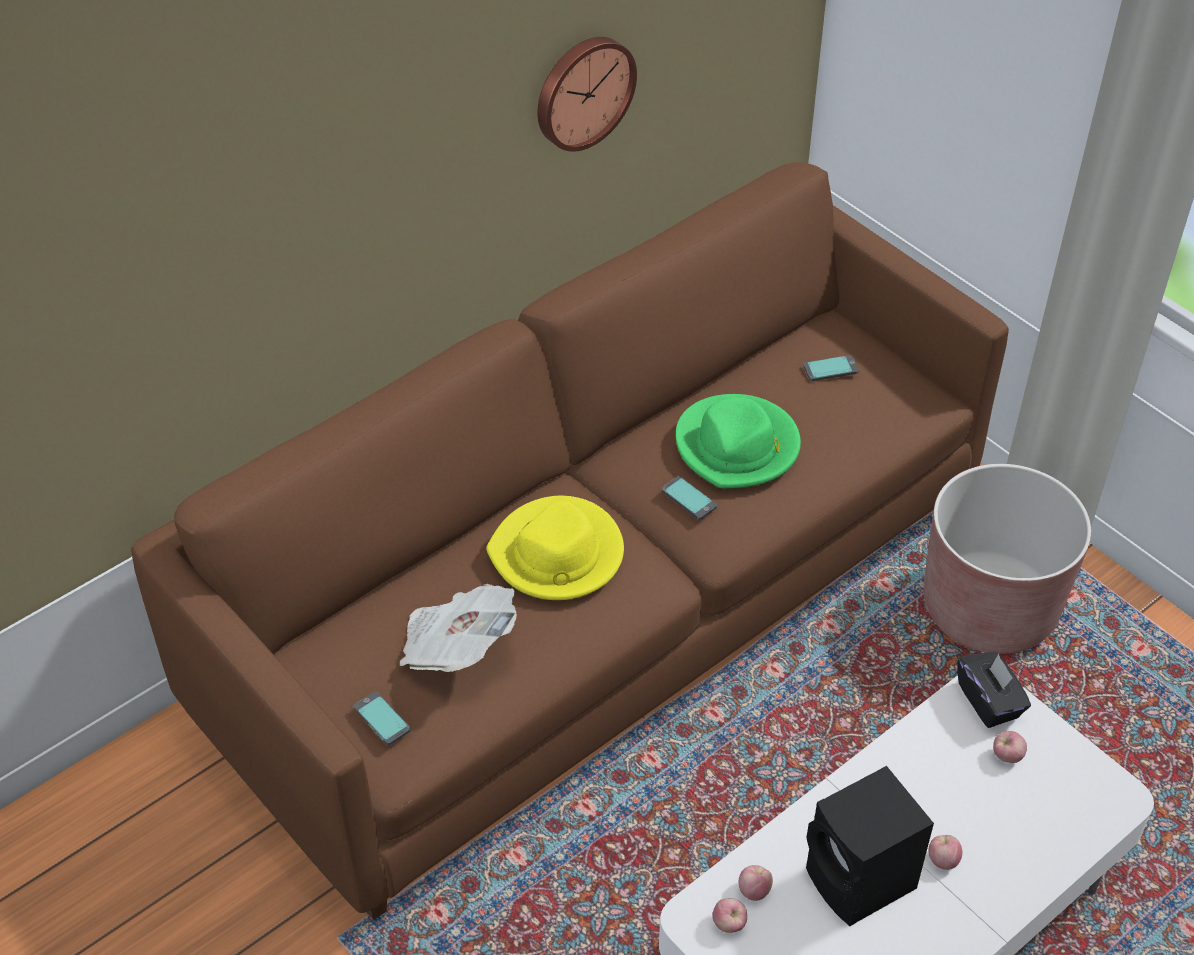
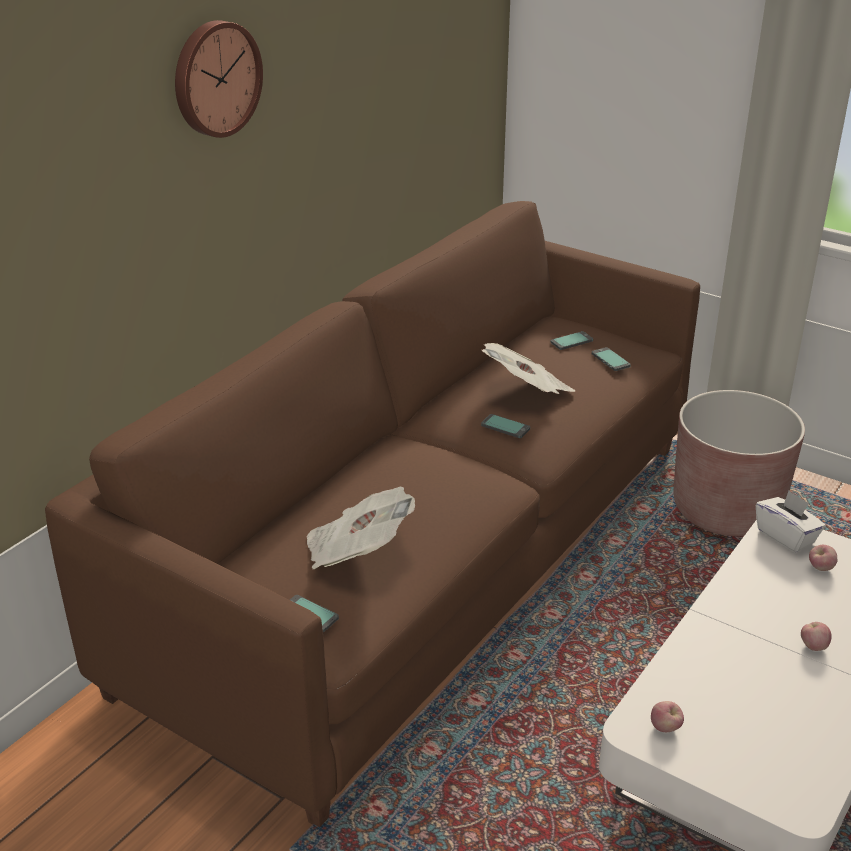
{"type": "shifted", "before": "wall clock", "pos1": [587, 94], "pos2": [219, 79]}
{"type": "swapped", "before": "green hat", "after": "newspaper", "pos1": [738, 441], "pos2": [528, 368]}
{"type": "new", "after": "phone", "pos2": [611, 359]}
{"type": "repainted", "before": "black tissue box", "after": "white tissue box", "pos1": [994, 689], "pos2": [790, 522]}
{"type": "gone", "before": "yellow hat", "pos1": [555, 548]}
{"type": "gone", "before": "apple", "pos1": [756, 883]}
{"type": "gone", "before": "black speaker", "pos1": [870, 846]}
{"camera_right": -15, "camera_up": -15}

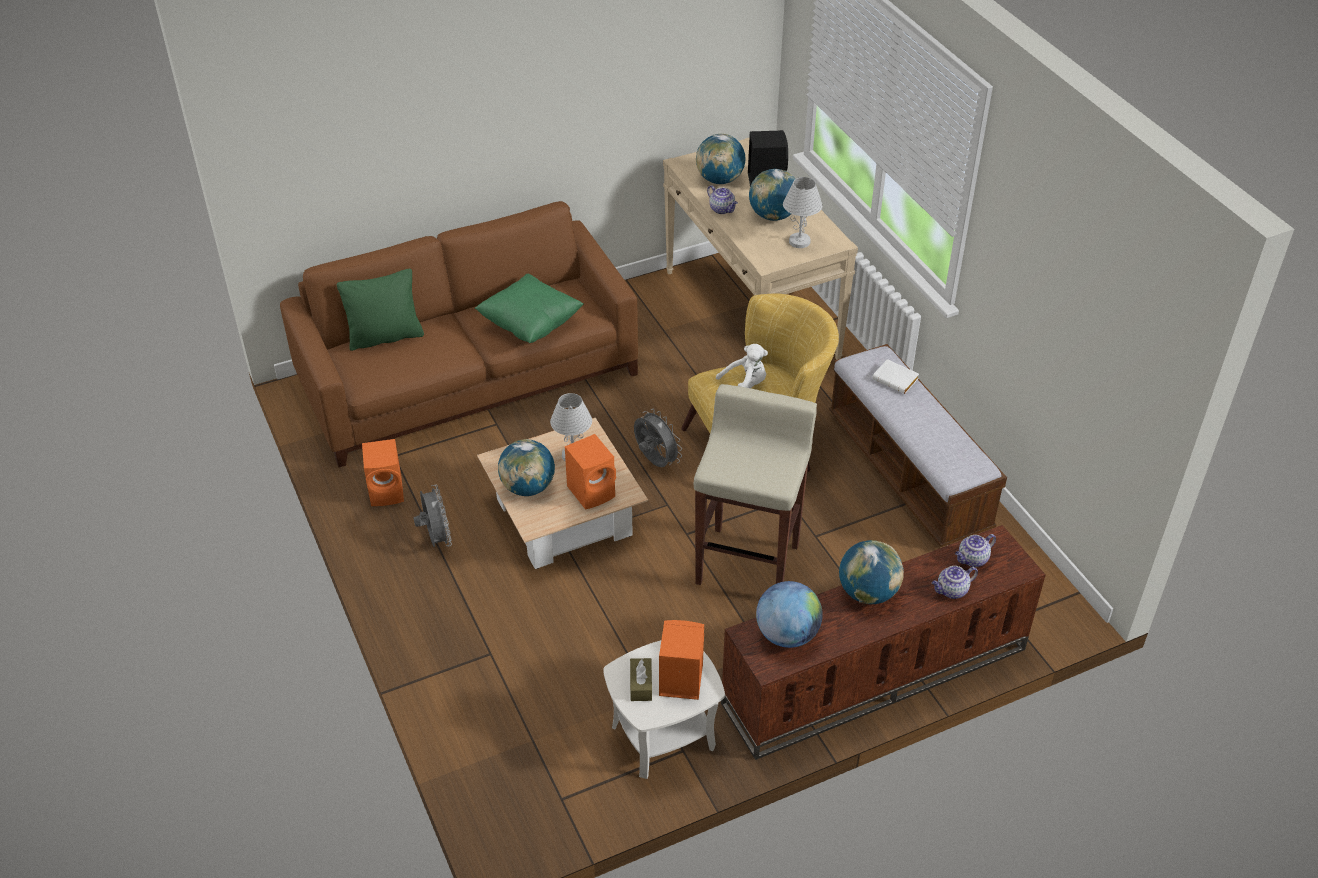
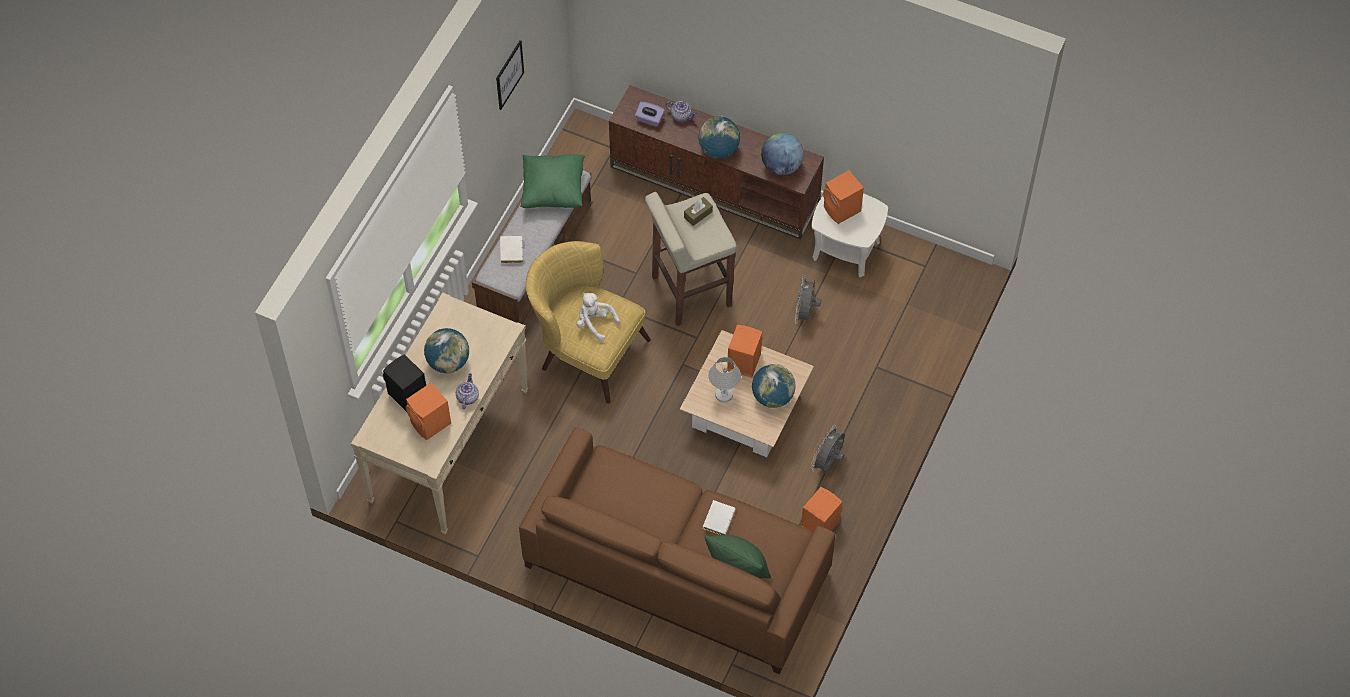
{"type": "swapped", "before": "globe", "after": "orange speaker", "pos1": [721, 159], "pos2": [428, 411]}
{"type": "new", "after": "picture", "pos2": [510, 75]}
{"type": "shifted", "before": "green pillow", "pos1": [529, 308], "pos2": [552, 181]}
{"type": "swapped", "before": "teapot", "after": "purple tissue box", "pos1": [975, 550], "pos2": [650, 114]}
{"type": "shifted", "before": "brown tissue box", "pos1": [641, 679], "pos2": [698, 211]}
{"type": "new", "after": "white book", "pos2": [719, 517]}
{"type": "shifted", "before": "grey fan", "pos1": [658, 438], "pos2": [808, 299]}
{"type": "gone", "before": "white table lamp", "pos1": [802, 212]}
{"camera_right": -130, "camera_up": 15}

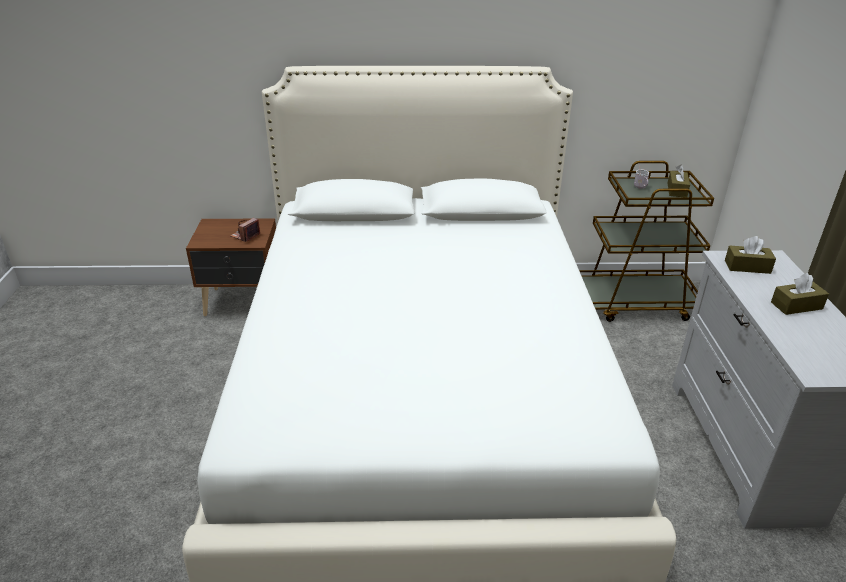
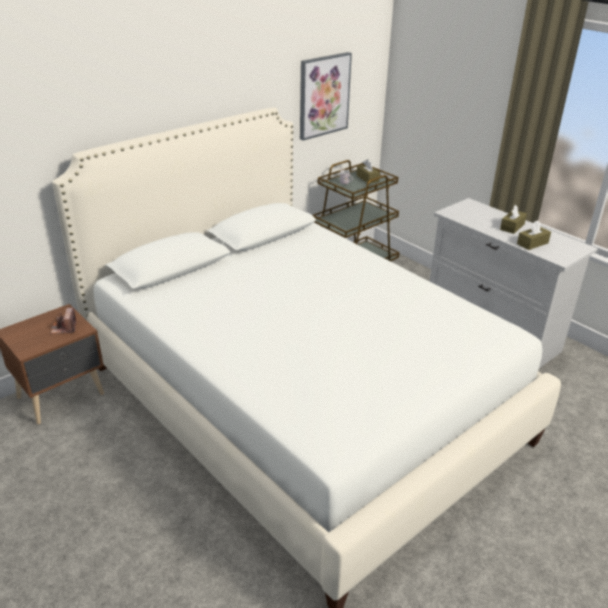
{"type": "new", "after": "picture", "pos2": [326, 96]}
{"type": "shifted", "before": "brown tissue box", "pos1": [750, 255], "pos2": [534, 235]}
{"camera_right": -40, "camera_up": 0}

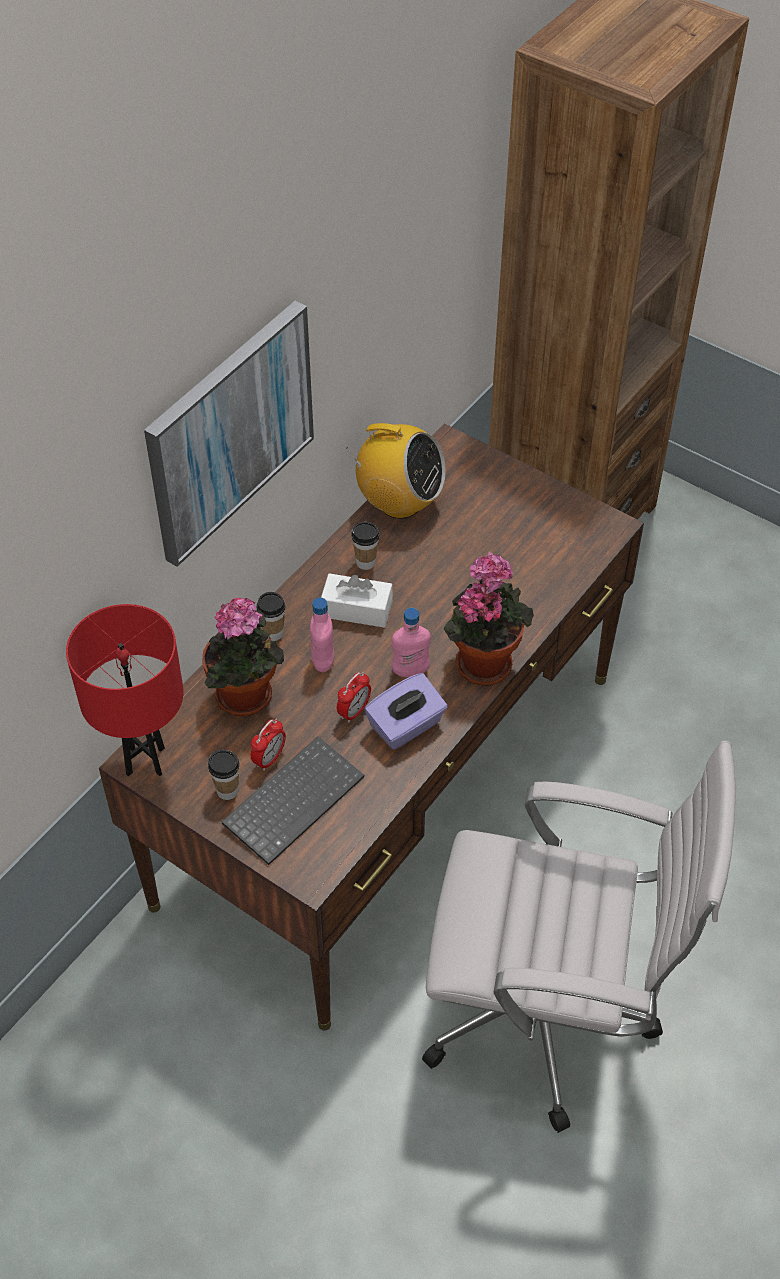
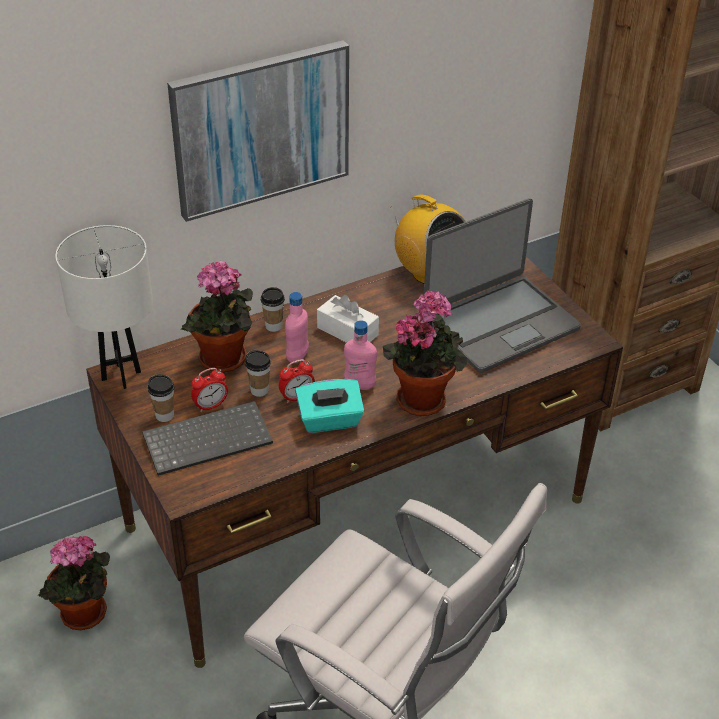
{"type": "new", "after": "potted plant", "pos2": [74, 583]}
{"type": "repainted", "before": "red table lamp", "after": "white table lamp", "pos1": [125, 690], "pos2": [104, 307]}
{"type": "shifted", "before": "cup", "pos1": [365, 546], "pos2": [258, 373]}
{"type": "repainted", "before": "purple tissue box", "after": "turquoise tissue box", "pos1": [406, 711], "pos2": [329, 406]}
{"type": "new", "after": "laptop", "pos2": [502, 285]}
{"camera_right": 25, "camera_up": -10}

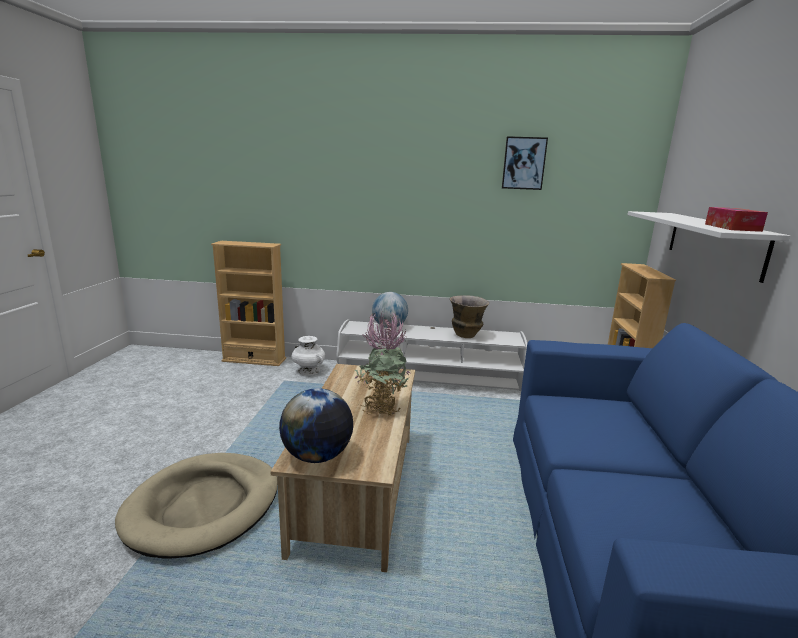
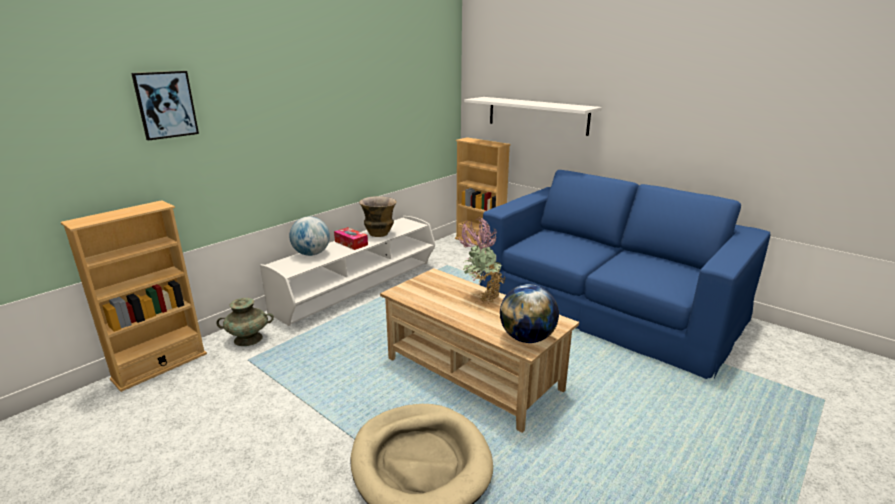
{"type": "shifted", "before": "picture", "pos1": [525, 163], "pos2": [165, 106]}
{"type": "repainted", "before": "white vase", "after": "turquoise vase", "pos1": [308, 355], "pos2": [245, 322]}
{"type": "shifted", "before": "tissue box", "pos1": [736, 219], "pos2": [351, 238]}
{"camera_right": -55, "camera_up": 5}

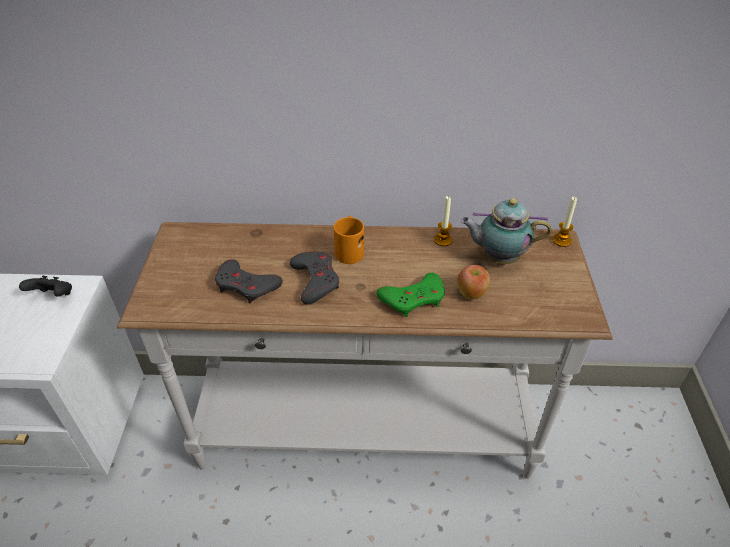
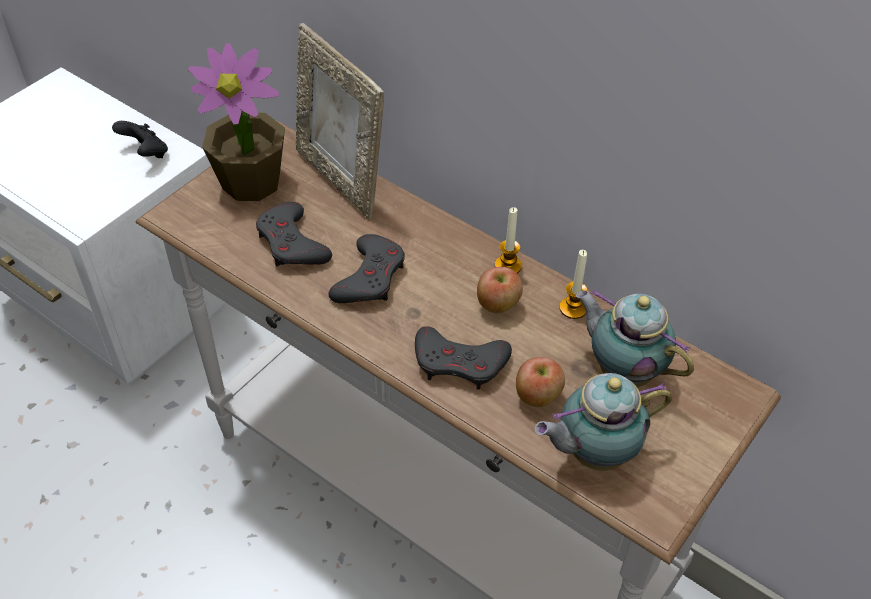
{"type": "new", "after": "potted plant", "pos2": [236, 122]}
{"type": "new", "after": "picture frame", "pos2": [339, 121]}
{"type": "repainted", "before": "green game controller", "after": "grey game controller", "pos1": [411, 295], "pos2": [463, 358]}
{"type": "new", "after": "apple", "pos2": [500, 290]}
{"type": "shifted", "before": "candle", "pos1": [565, 221], "pos2": [508, 240]}
{"type": "new", "after": "teapot", "pos2": [603, 422]}
{"type": "gone", "before": "orange mug", "pos1": [349, 239]}
{"camera_right": 35, "camera_up": 5}

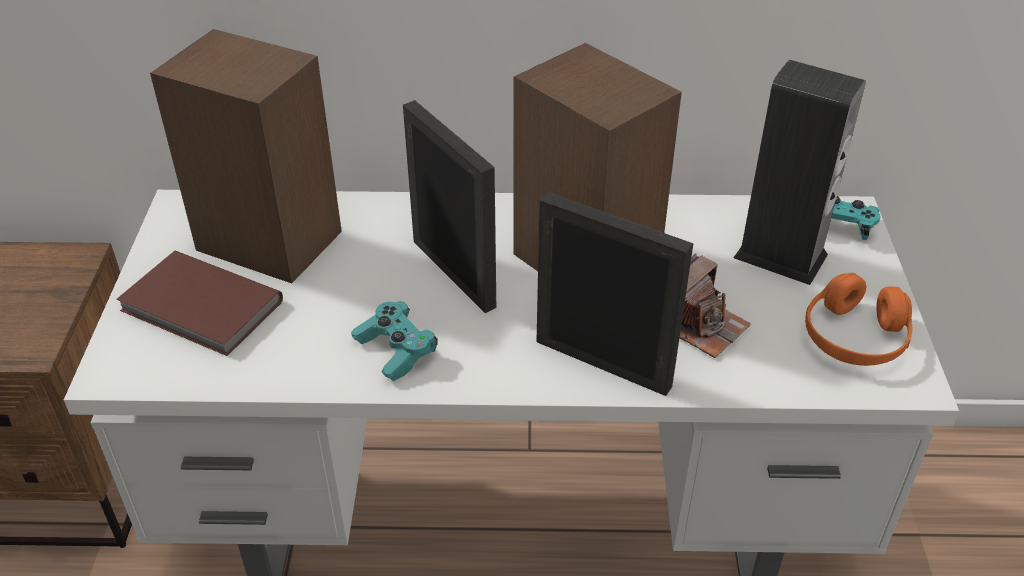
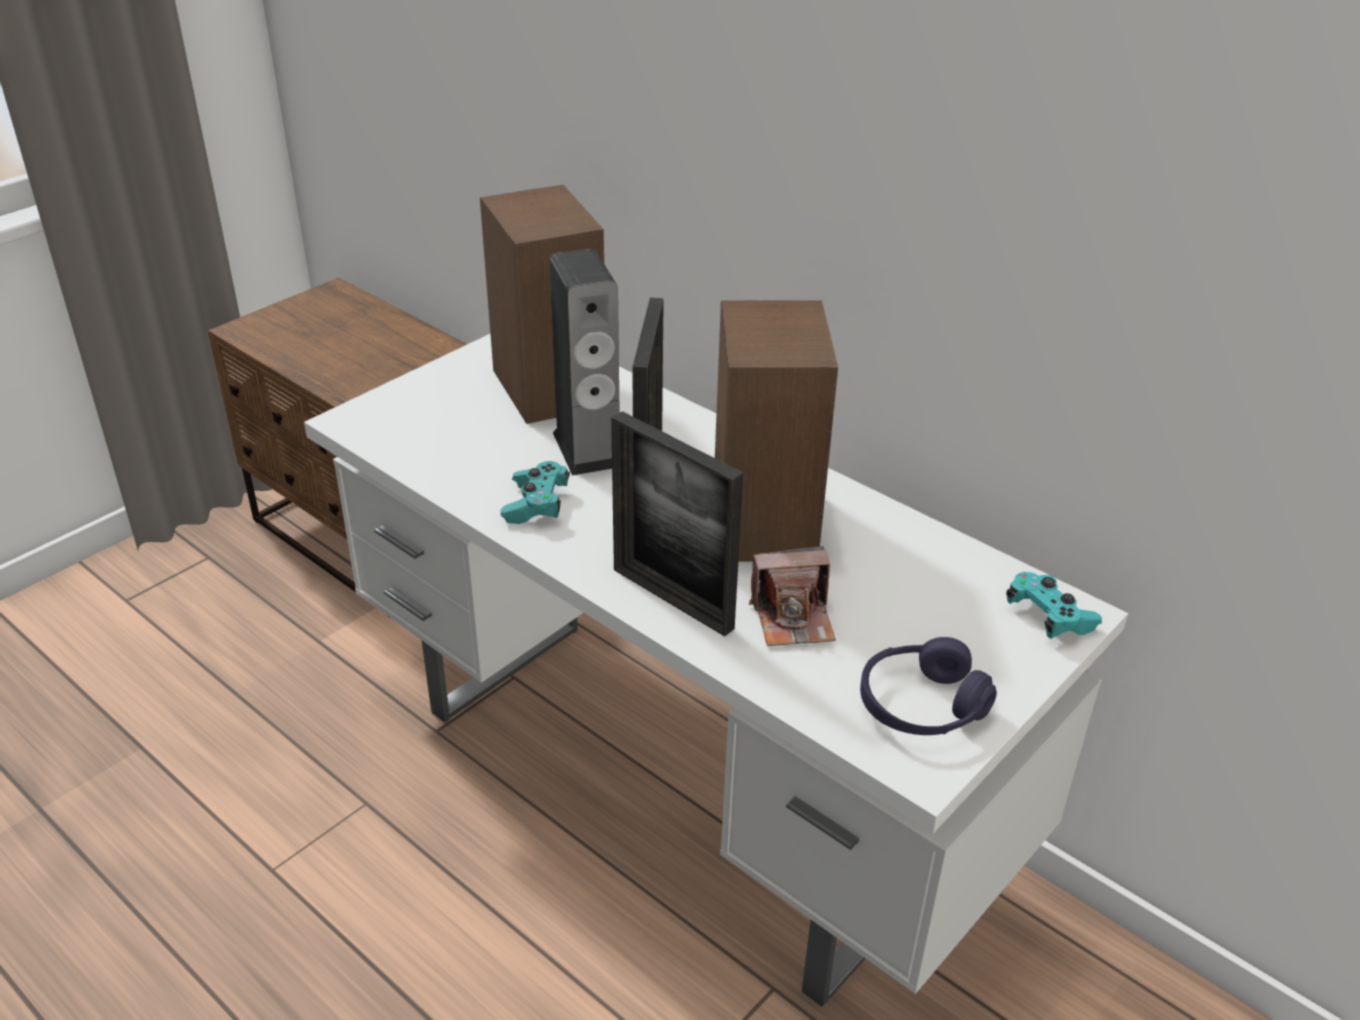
{"type": "shifted", "before": "speaker", "pos1": [799, 172], "pos2": [584, 362]}
{"type": "rotated", "before": "picture frame", "pos1": [614, 294], "pos2": [677, 523], "turn": 150}
{"type": "repainted", "before": "orange headphones", "after": "purple headphones", "pos1": [858, 319], "pos2": [928, 686]}
{"type": "gone", "before": "brown book", "pos1": [199, 303]}
{"camera_right": 40, "camera_up": -5}

